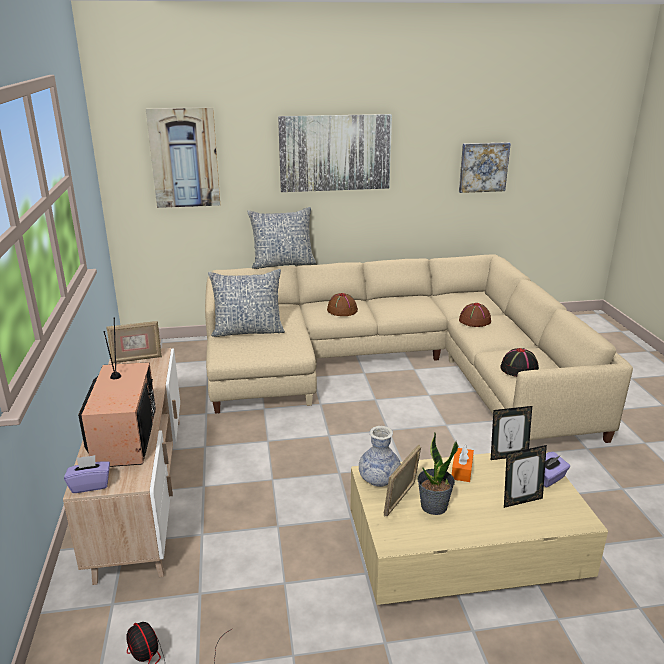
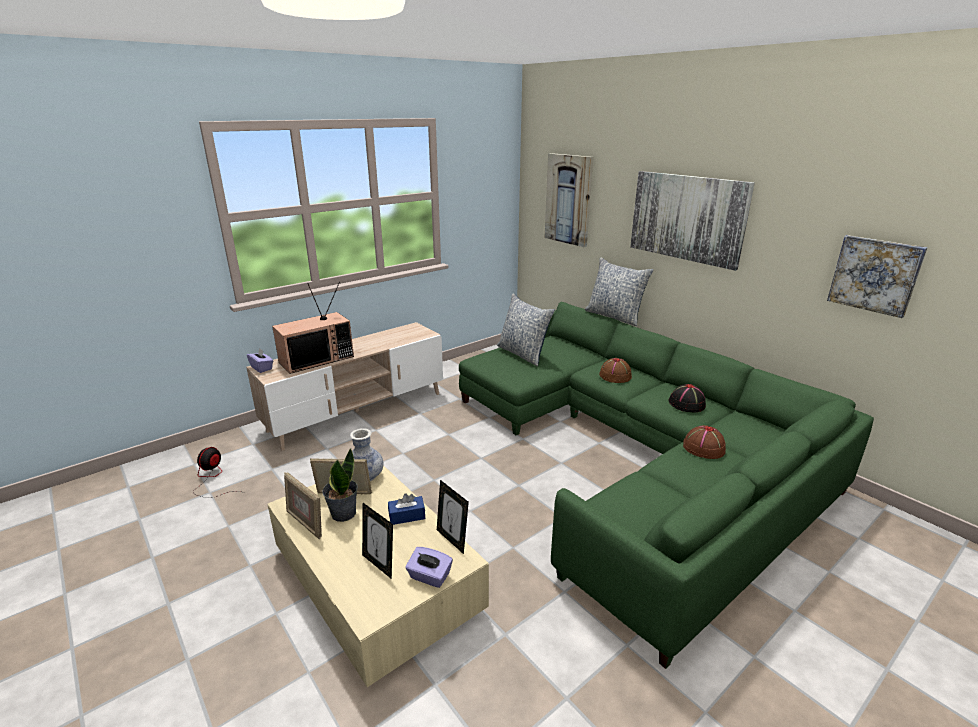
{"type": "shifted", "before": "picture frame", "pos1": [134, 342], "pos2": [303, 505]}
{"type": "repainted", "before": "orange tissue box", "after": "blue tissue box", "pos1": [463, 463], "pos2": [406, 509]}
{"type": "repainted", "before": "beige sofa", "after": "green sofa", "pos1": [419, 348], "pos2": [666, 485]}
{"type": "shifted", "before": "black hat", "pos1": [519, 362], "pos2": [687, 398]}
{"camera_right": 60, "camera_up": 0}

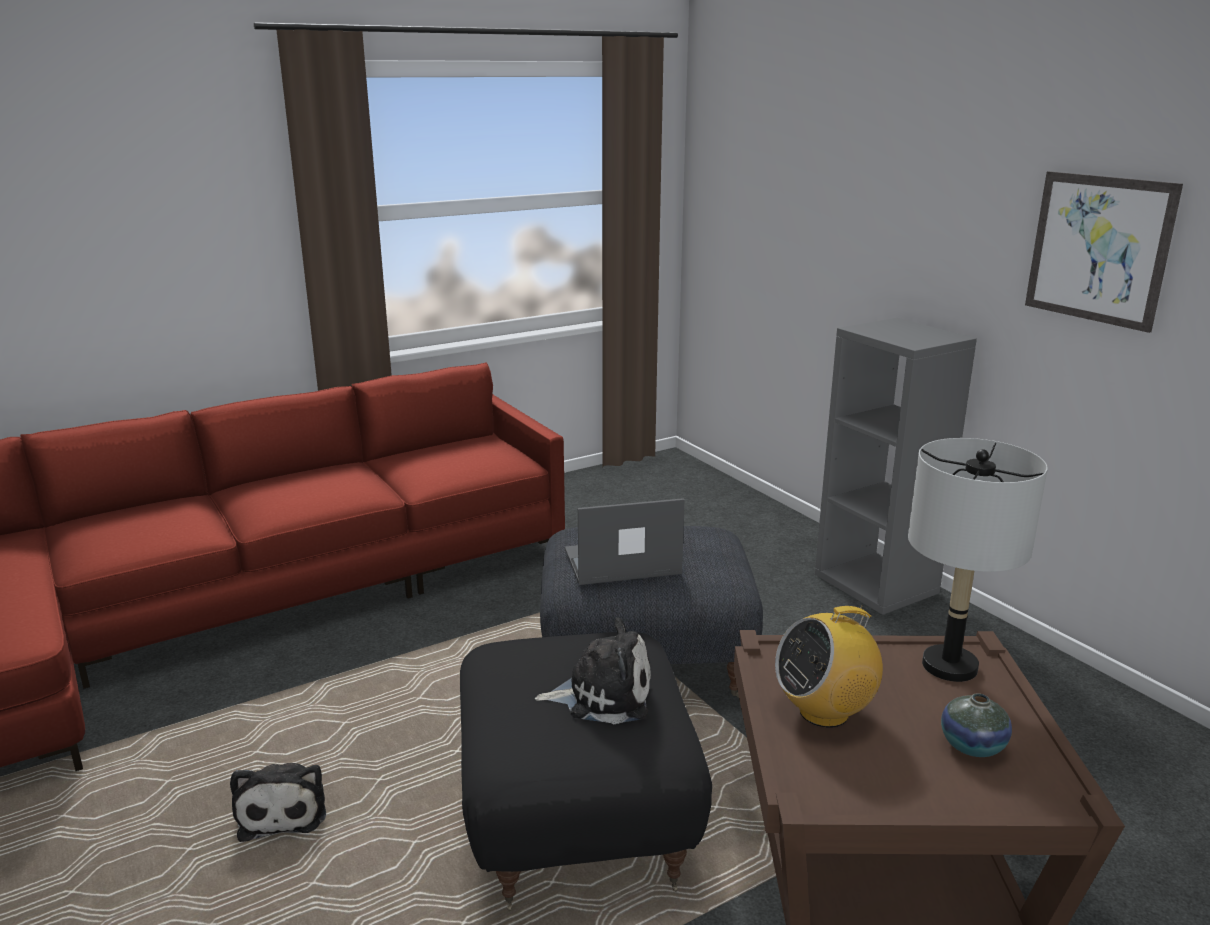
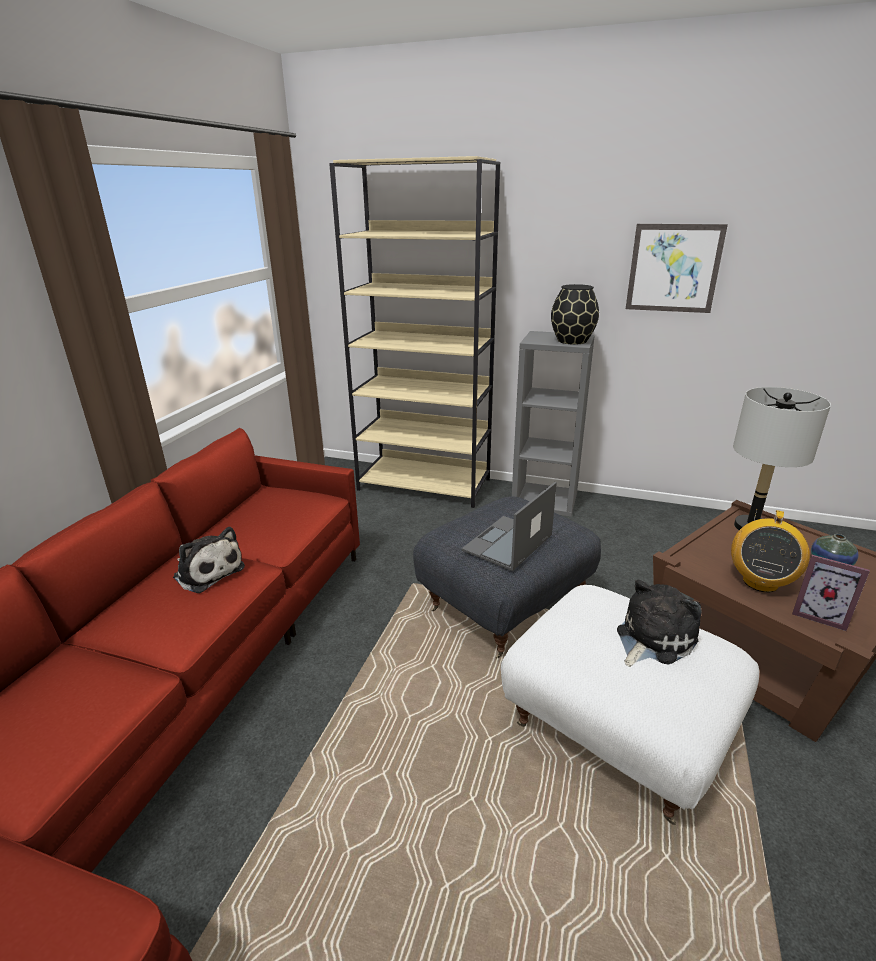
{"type": "shifted", "before": "plush toy", "pos1": [278, 802], "pos2": [209, 560]}
{"type": "new", "after": "beige bookcase", "pos2": [414, 332]}
{"type": "repainted", "before": "black ottoman", "after": "white ottoman", "pos1": [586, 771], "pos2": [630, 705]}
{"type": "new", "after": "black vase", "pos2": [575, 314]}
{"type": "new", "after": "picture frame", "pos2": [831, 593]}
{"camera_right": -40, "camera_up": 5}

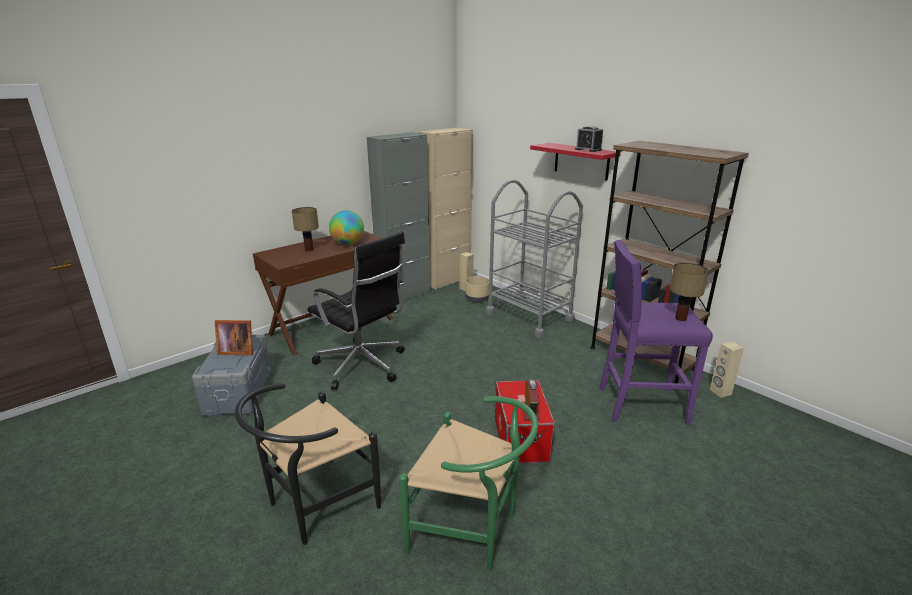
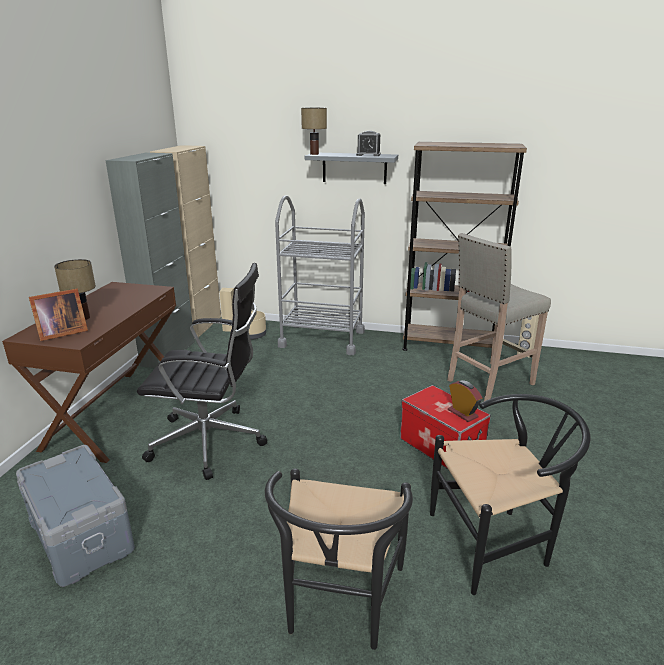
{"type": "shifted", "before": "picture frame", "pos1": [234, 337], "pos2": [58, 315]}
{"type": "shifted", "before": "table lamp", "pos1": [689, 292], "pos2": [314, 131]}
{"type": "repainted", "before": "red shelf", "after": "grey shelf", "pos1": [575, 161], "pos2": [351, 168]}
{"type": "repainted", "before": "green chair", "after": "black chair", "pos1": [468, 483], "pos2": [510, 494]}
{"type": "repainted", "before": "purple stool", "after": "beige stool", "pos1": [656, 332], "pos2": [499, 317]}
{"type": "gone", "before": "globe", "pos1": [346, 227]}
{"camera_right": -35, "camera_up": 0}

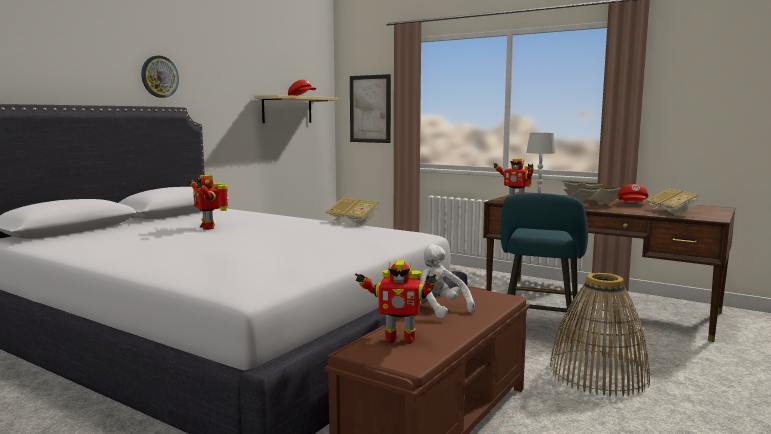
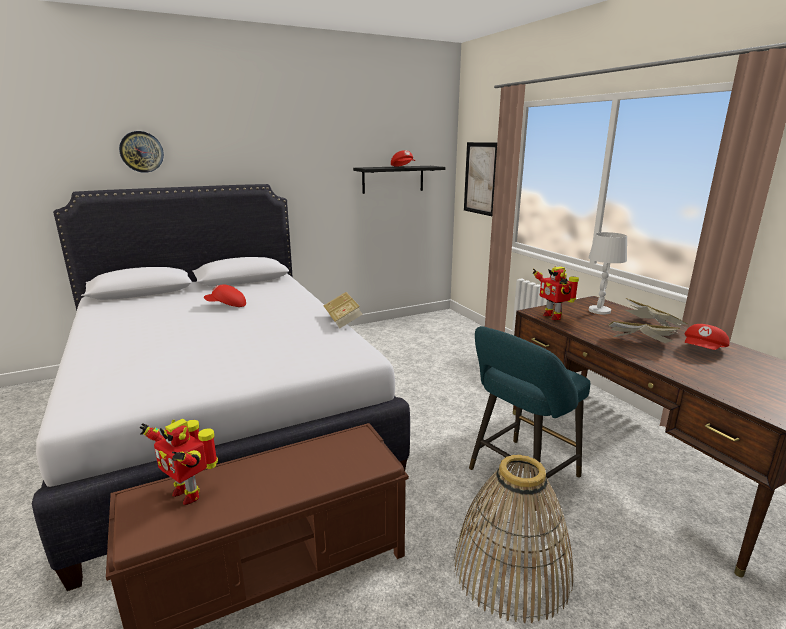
{"type": "shifted", "before": "wall clock", "pos1": [160, 76], "pos2": [141, 152]}
{"type": "swapped", "before": "toy robot", "after": "red cap", "pos1": [208, 202], "pos2": [225, 295]}
{"type": "repainted", "before": "beige shelf", "after": "black shelf", "pos1": [296, 109], "pos2": [399, 180]}
{"type": "gone", "before": "white plush toy", "pos1": [448, 281]}
{"type": "gone", "before": "book", "pos1": [672, 202]}
{"camera_right": 30, "camera_up": 10}

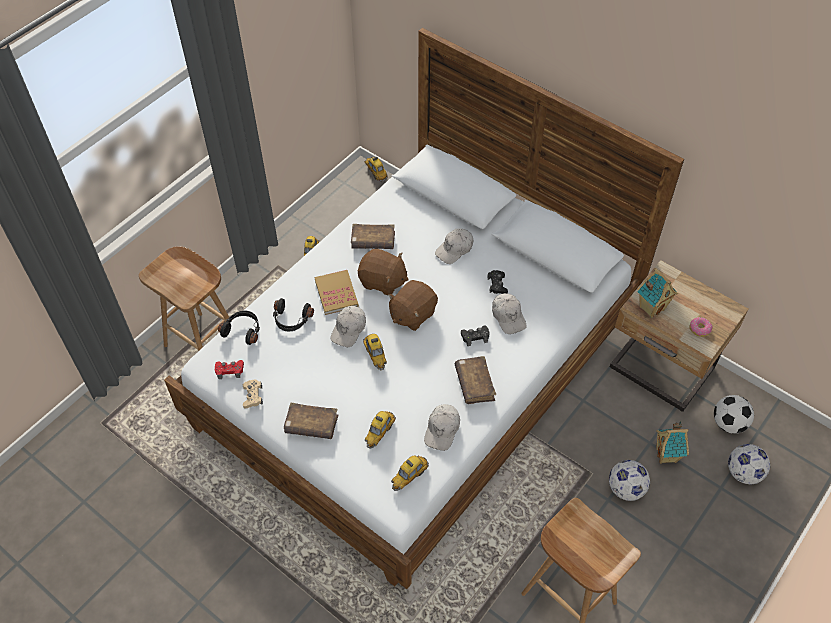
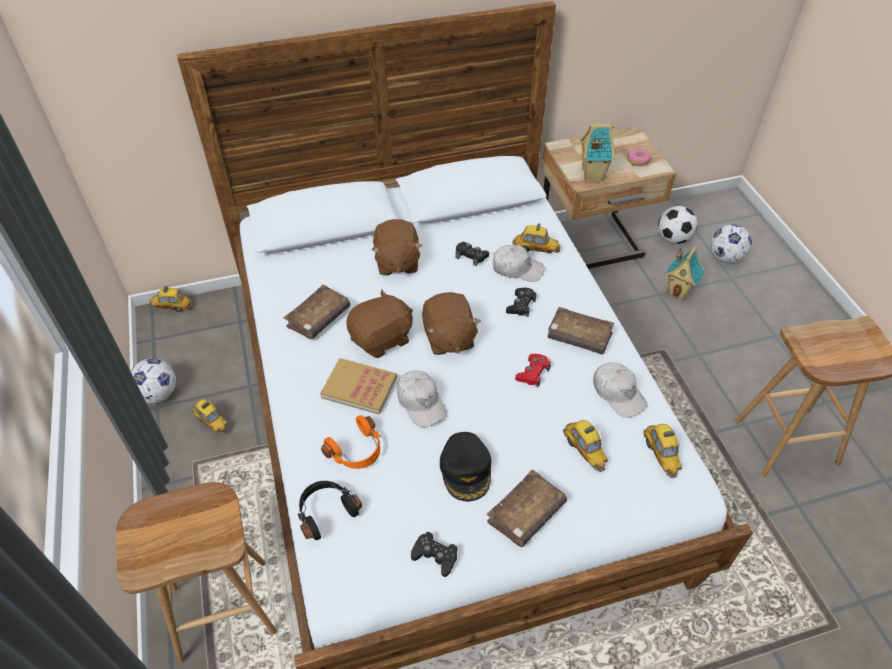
{"type": "shifted", "before": "football", "pos1": [629, 480], "pos2": [153, 381]}
{"type": "repainted", "before": "black headphones", "after": "orange headphones", "pos1": [293, 314], "pos2": [350, 442]}
{"type": "swapped", "before": "white cap", "after": "brown plush toy", "pos1": [454, 246], "pos2": [396, 247]}
{"type": "repainted", "before": "beige game controller", "after": "black game controller", "pos1": [253, 394], "pos2": [434, 554]}
{"type": "new", "after": "black cap", "pos2": [465, 466]}
{"type": "shifted", "before": "toy car", "pos1": [375, 352], "pos2": [536, 238]}
{"type": "shifted", "before": "red game controller", "pos1": [229, 369], "pos2": [533, 370]}
{"camera_right": -55, "camera_up": -5}

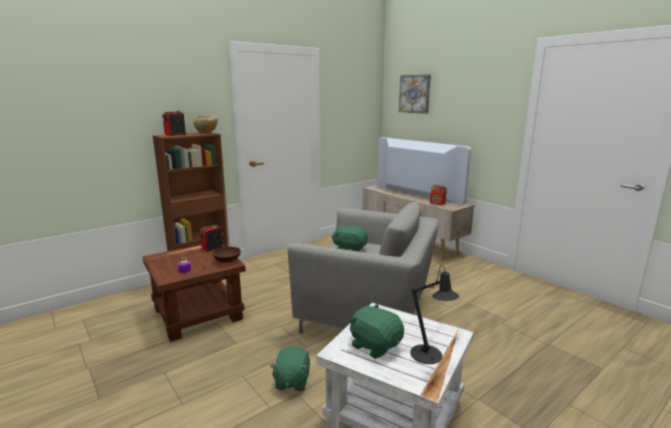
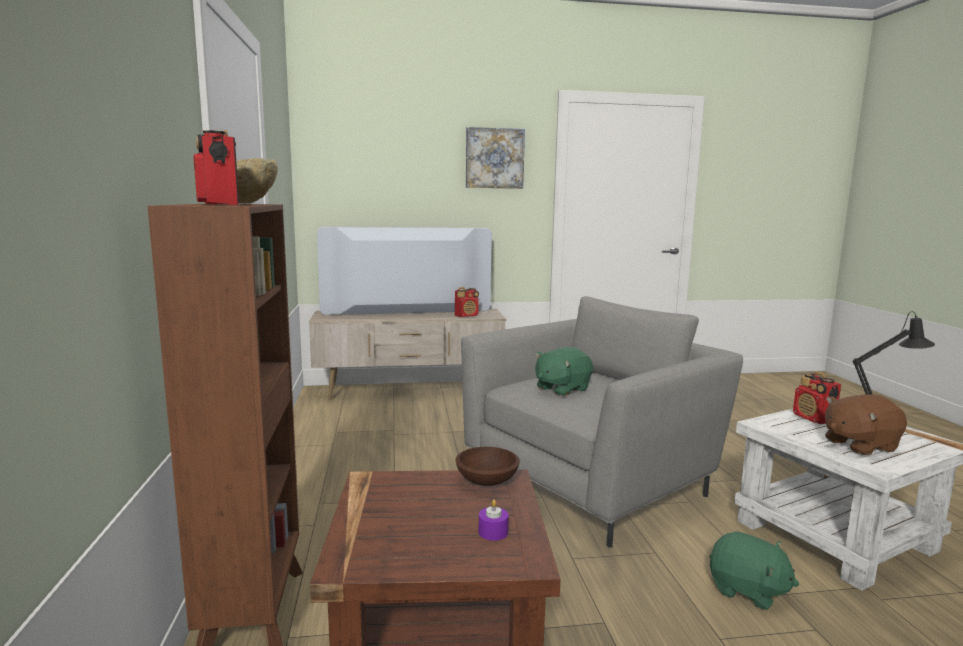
{"type": "shifted", "before": "picture", "pos1": [415, 94], "pos2": [495, 158]}
{"type": "shifted", "before": "radio", "pos1": [210, 238], "pos2": [817, 398]}
{"type": "repainted", "before": "green plush toy", "after": "brown plush toy", "pos1": [376, 331], "pos2": [866, 424]}
{"camera_right": -60, "camera_up": -5}

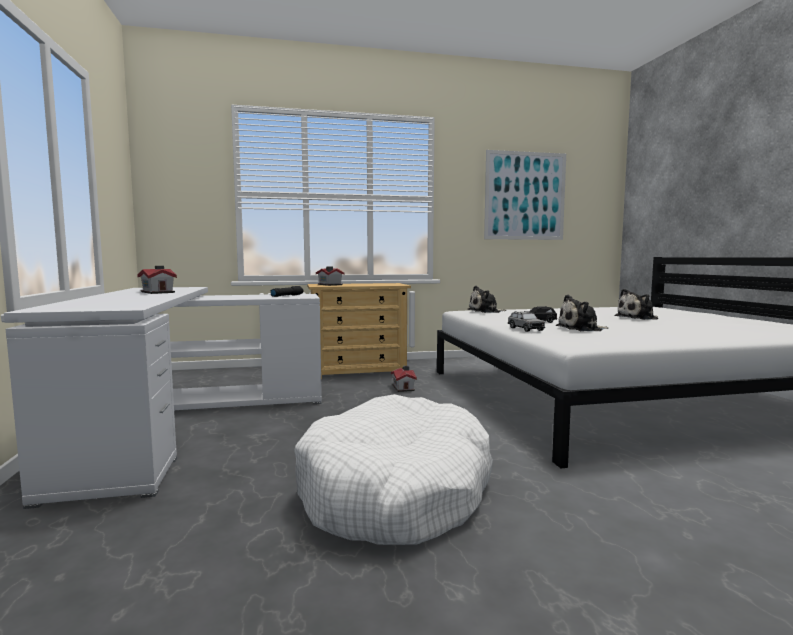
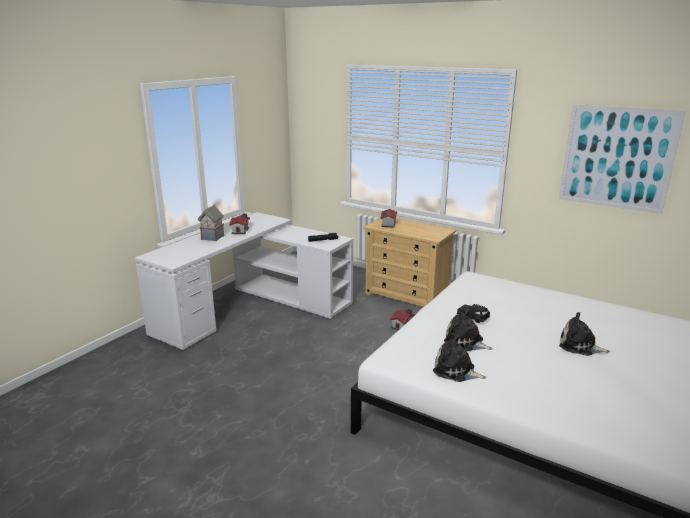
{"type": "new", "after": "toy house", "pos2": [211, 223]}
{"type": "shifted", "before": "plush toy", "pos1": [486, 299], "pos2": [459, 358]}
{"type": "gone", "before": "white dog bed", "pos1": [393, 469]}
{"type": "gone", "before": "grey toy car", "pos1": [526, 321]}
{"camera_right": 45, "camera_up": 15}

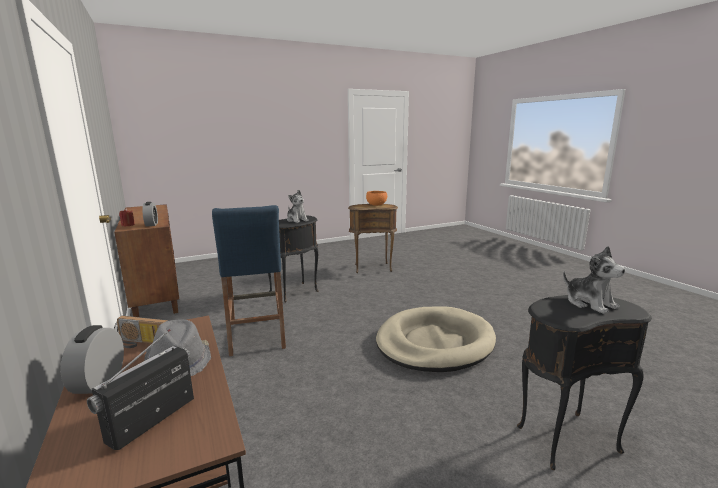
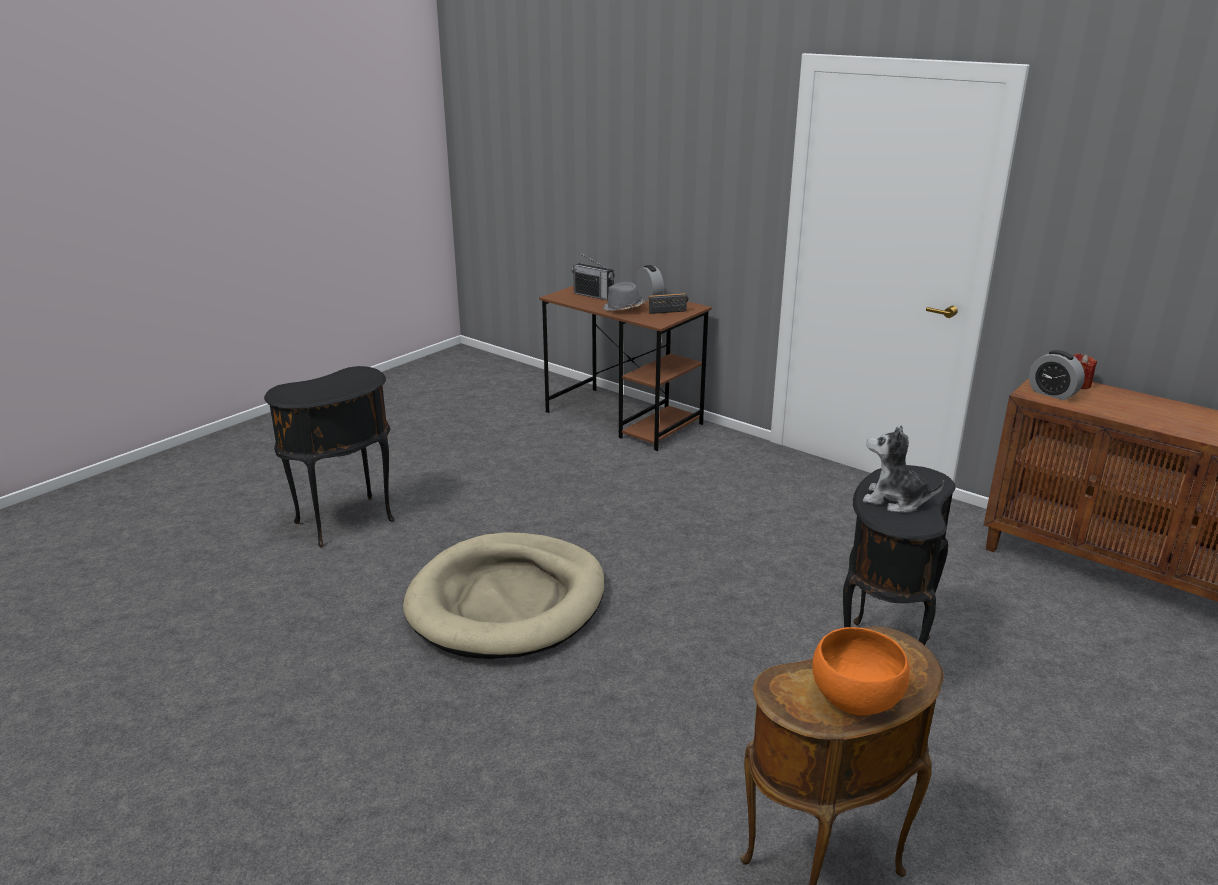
{"type": "rotated", "before": "radio", "pos1": [140, 389], "pos2": [593, 276], "turn": 120}
{"type": "gone", "before": "blue stool", "pos1": [249, 280]}
{"type": "gone", "before": "plush toy", "pos1": [594, 280]}
{"camera_right": 155, "camera_up": 10}

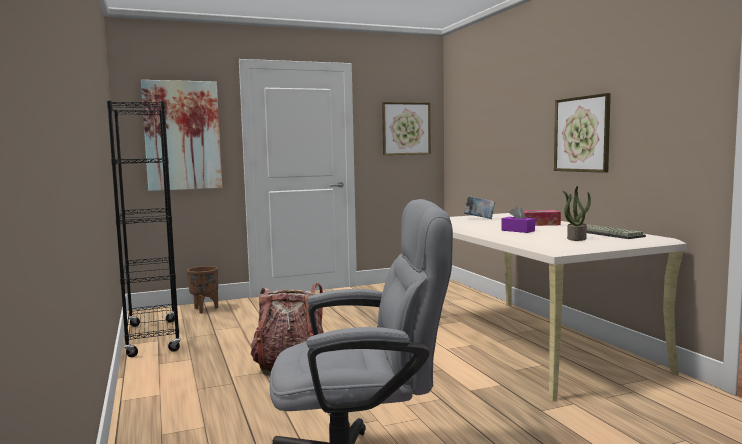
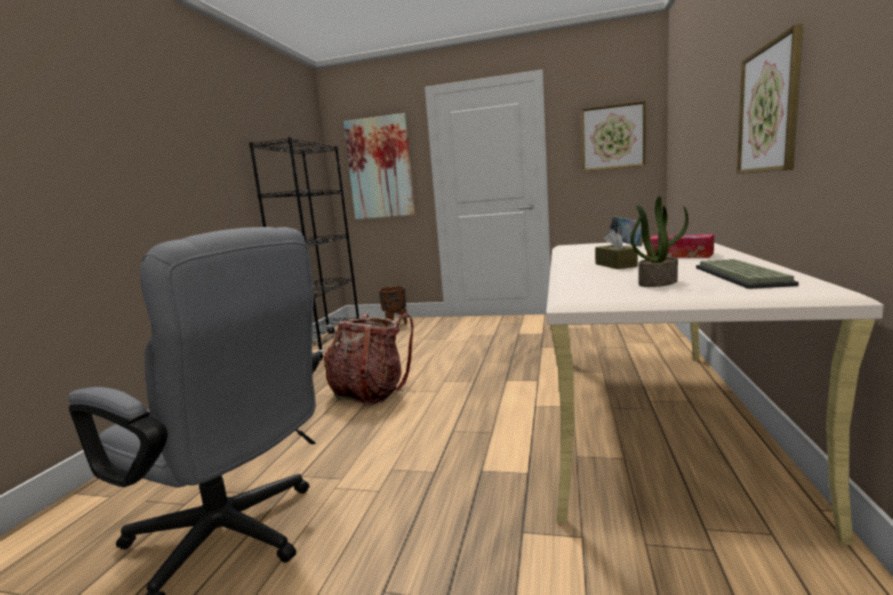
{"type": "repainted", "before": "purple tissue box", "after": "brown tissue box", "pos1": [518, 219], "pos2": [616, 249]}
{"camera_right": 35, "camera_up": 5}

